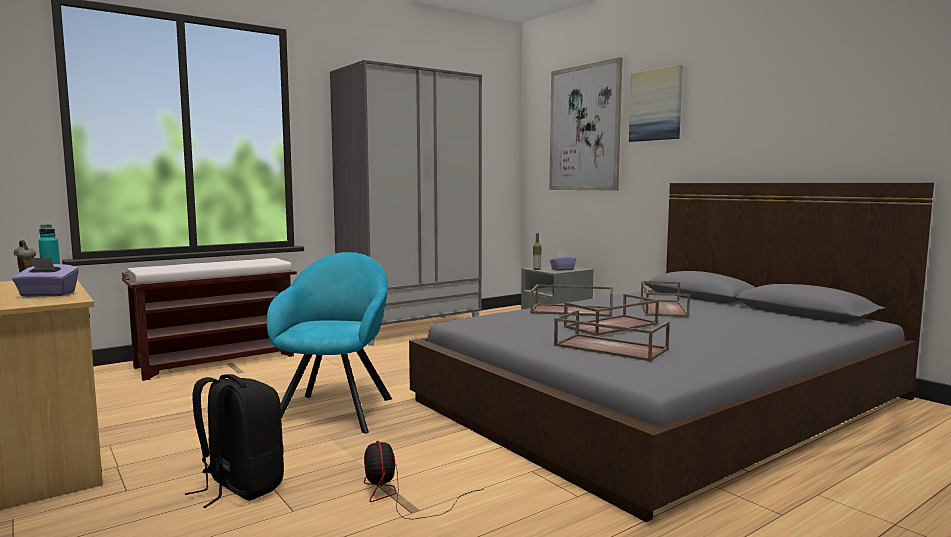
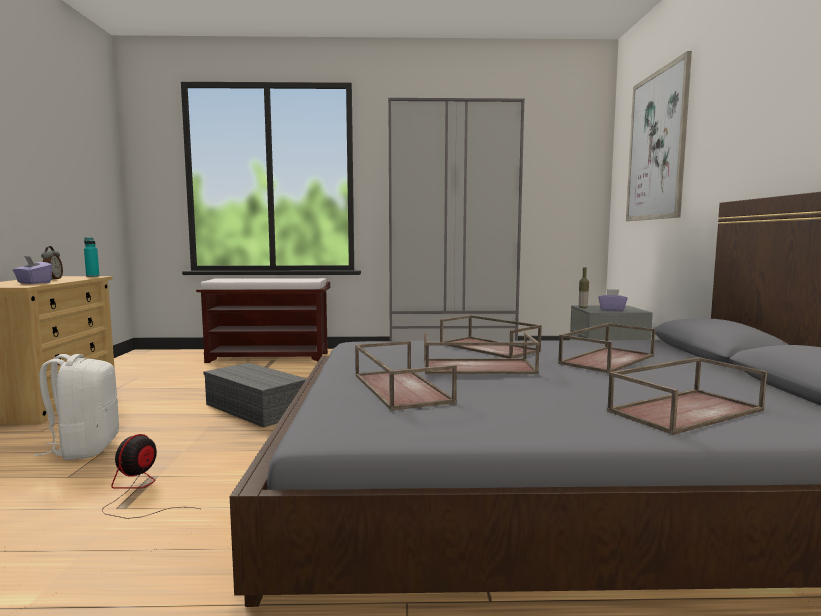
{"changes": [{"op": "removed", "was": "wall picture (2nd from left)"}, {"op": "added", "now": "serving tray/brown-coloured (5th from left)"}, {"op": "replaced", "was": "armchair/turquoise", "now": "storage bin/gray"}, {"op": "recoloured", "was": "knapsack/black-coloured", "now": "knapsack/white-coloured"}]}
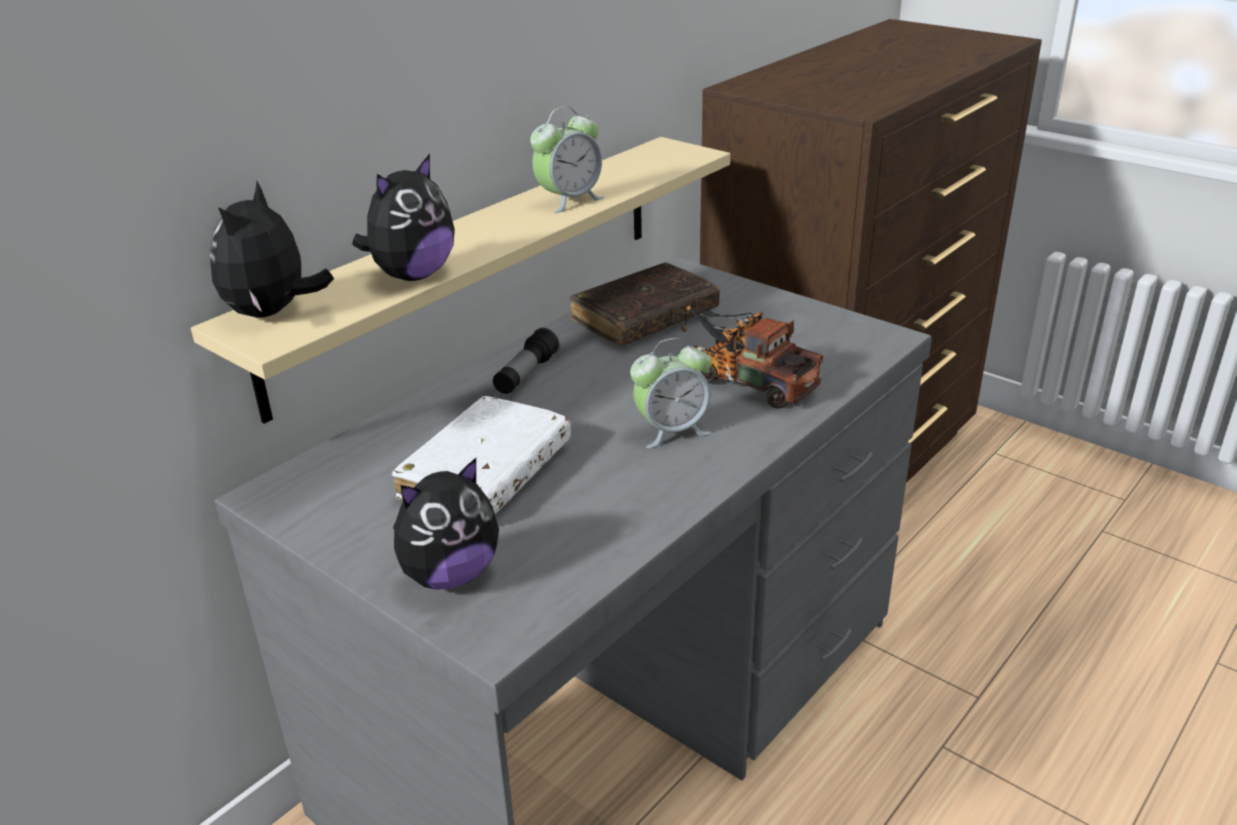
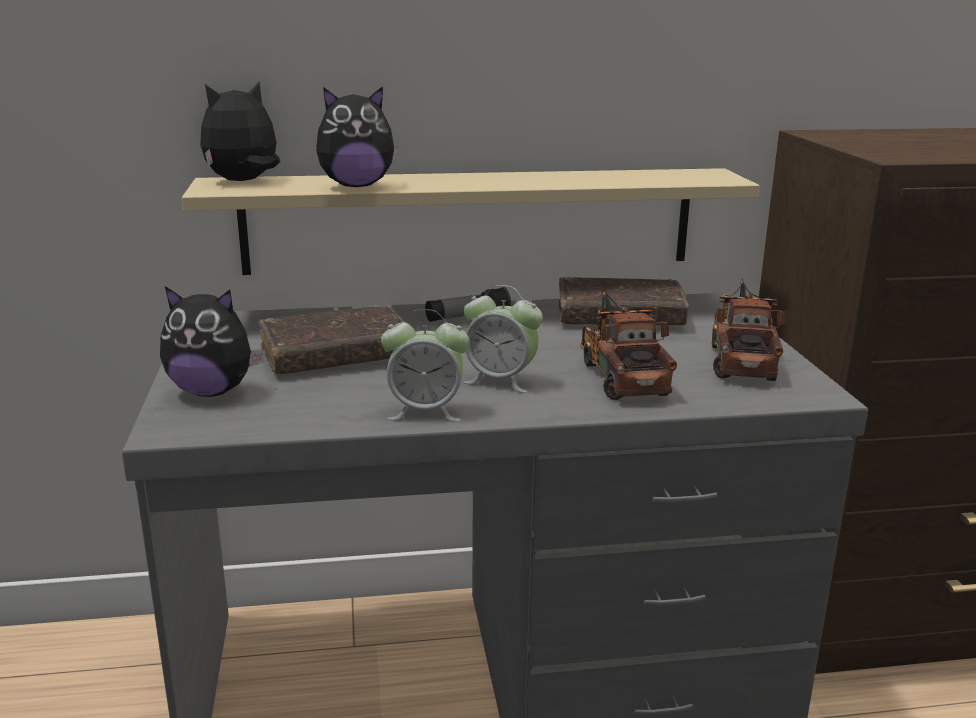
{"changes": [{"op": "added", "now": "model truck (2nd from left)"}, {"op": "moved", "was": "bedside clock (1st from left)"}, {"op": "recoloured", "was": "book/white-coloured", "now": "book/brown-coloured (1st from left)"}]}
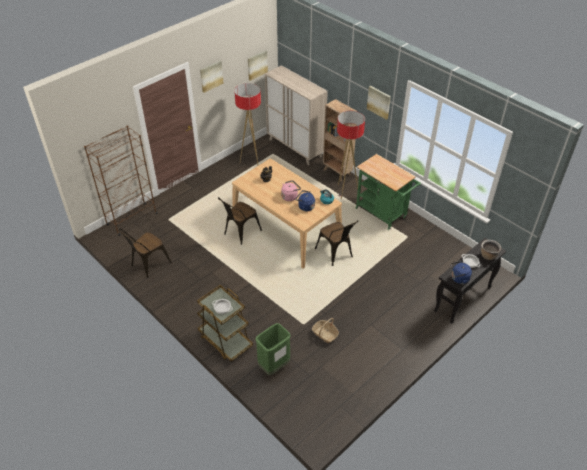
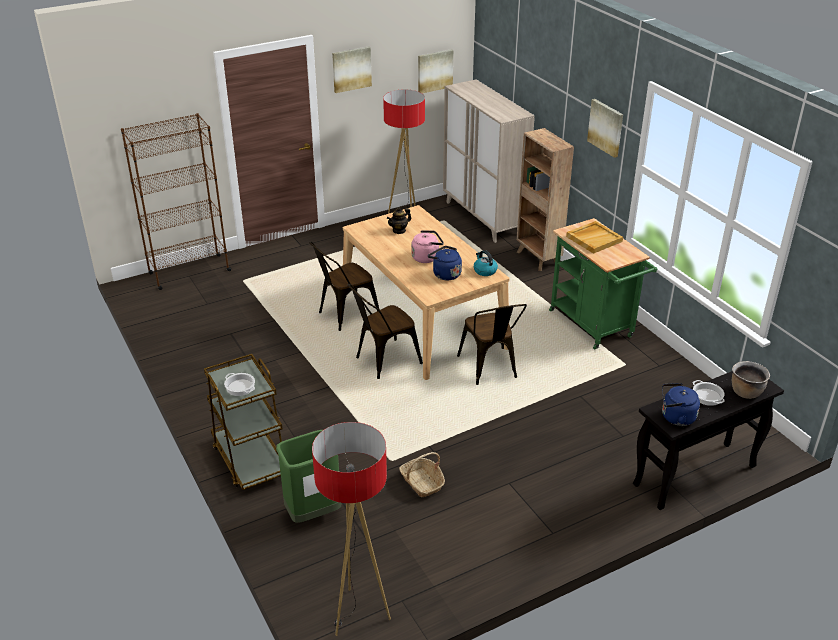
{"changes": [{"op": "added", "now": "serving tray/sand-coloured"}, {"op": "moved", "was": "chair/brown-coloured (1st from left in the first image)", "now": "chair/brown-coloured (2nd from left)"}, {"op": "moved", "was": "floor lamp (2nd from left in the first image)", "now": "floor lamp (1st from left)"}]}
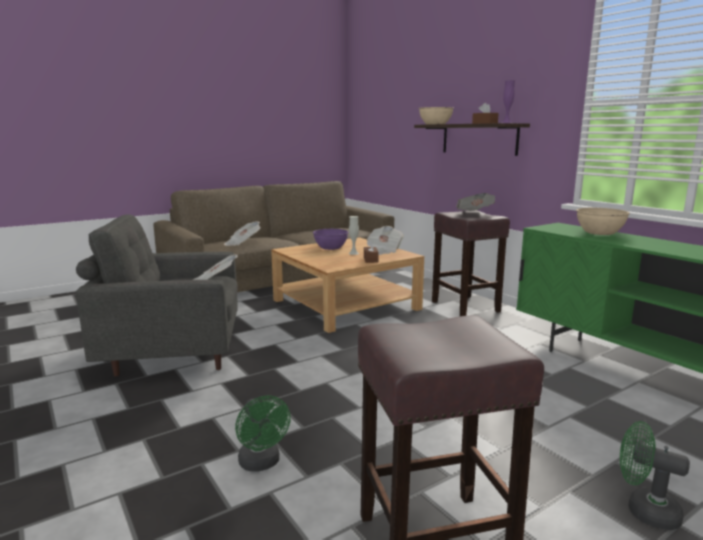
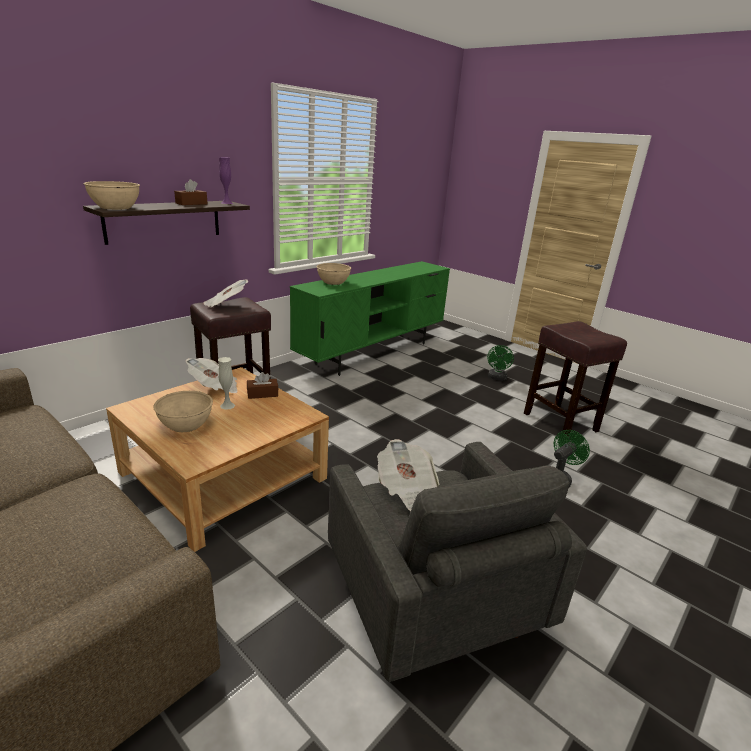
{"changes": [{"op": "removed", "was": "daily paper (2nd from left)"}, {"op": "recoloured", "was": "serving bowl/purplish", "now": "serving bowl/sand-coloured (2nd from left)"}]}
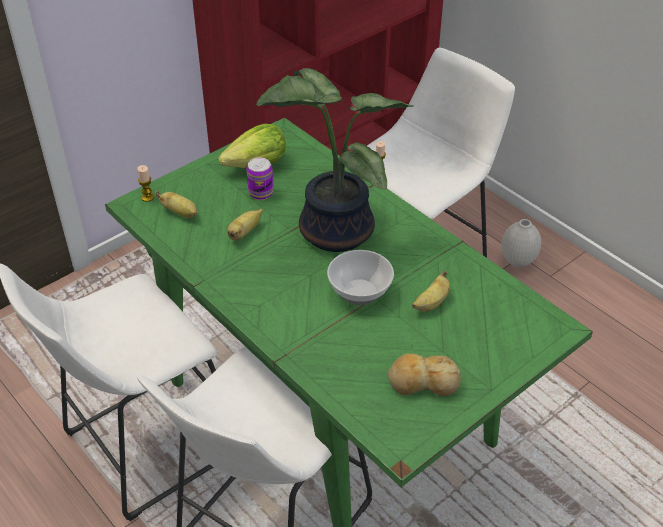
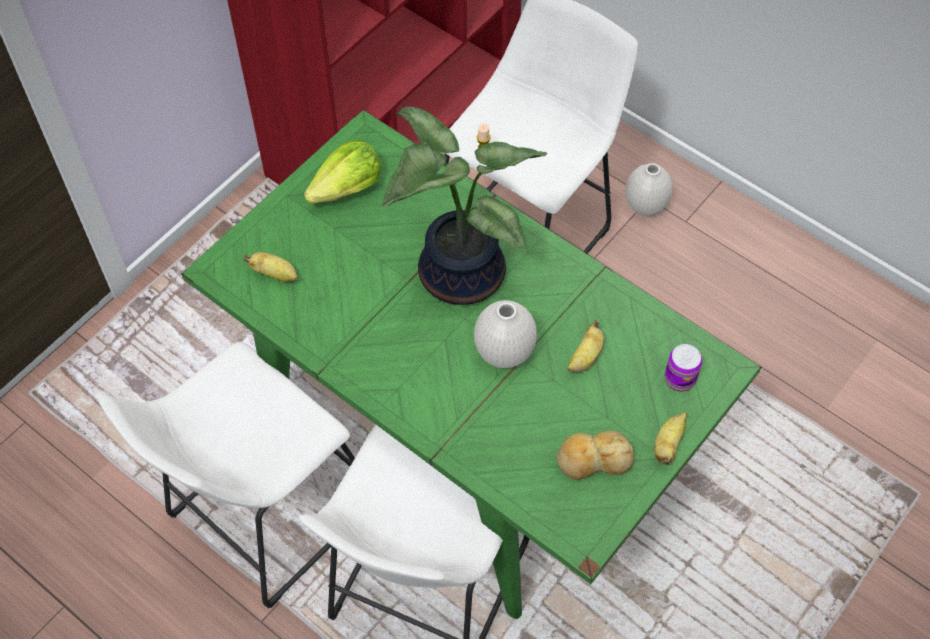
{"changes": [{"op": "removed", "was": "wax candle (1st from left)"}, {"op": "moved", "was": "banana (2nd from left in the first image)", "now": "banana (3rd from left)"}, {"op": "moved", "was": "can"}, {"op": "replaced", "was": "serving bowl", "now": "flower vase/white-coloured (1st from left)"}]}
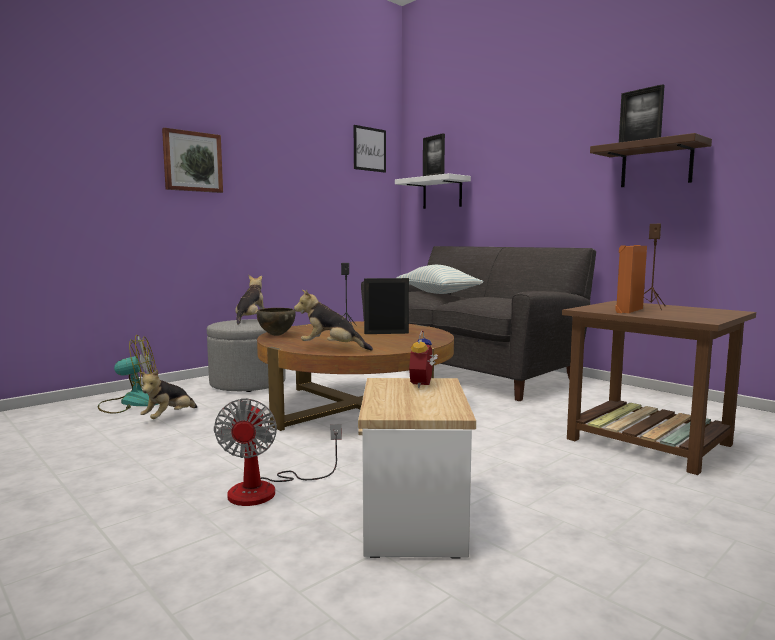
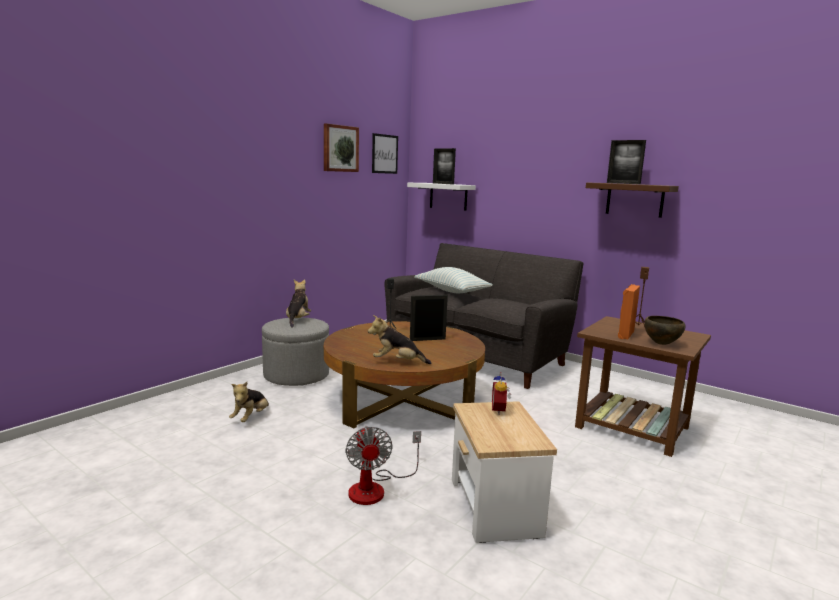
{"changes": [{"op": "removed", "was": "electric fan (1st from left)"}, {"op": "moved", "was": "wall picture (1st from left)"}, {"op": "moved", "was": "serving bowl/brown-coloured"}]}
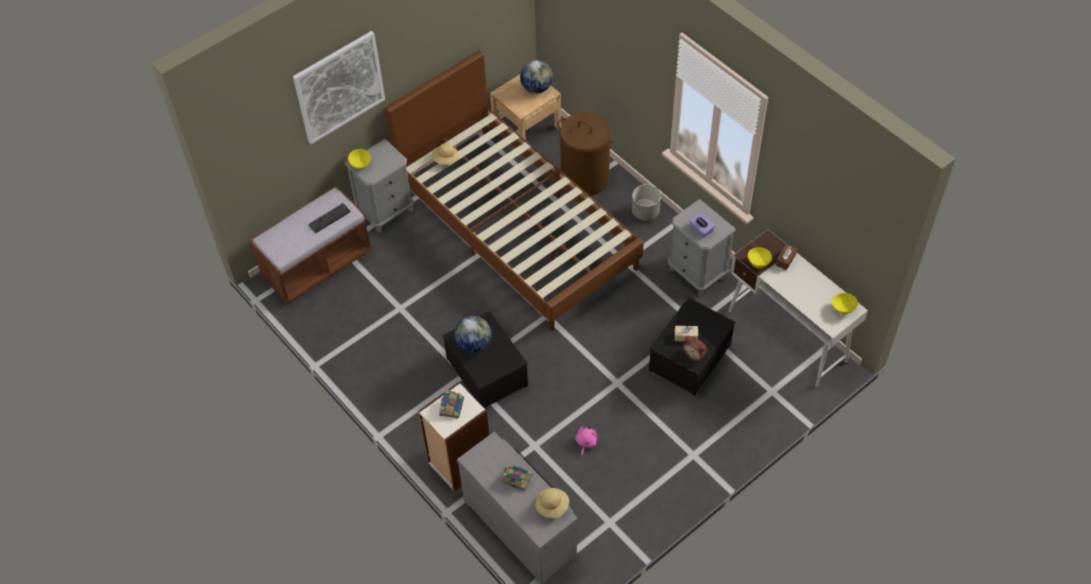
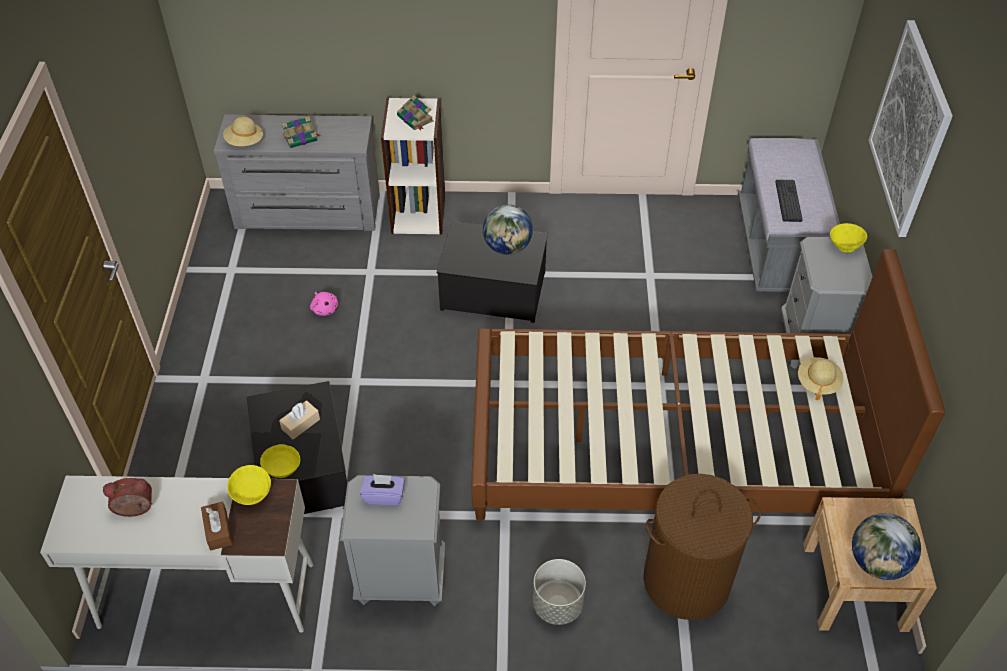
{"changes": [{"op": "moved", "was": "bedside clock"}, {"op": "moved", "was": "serving bowl/yellow-coloured (3rd from left in the first image)", "now": "serving bowl/yellow-coloured (2nd from left)"}, {"op": "recoloured", "was": "indoor bench/brown-coloured", "now": "indoor bench/gray"}]}
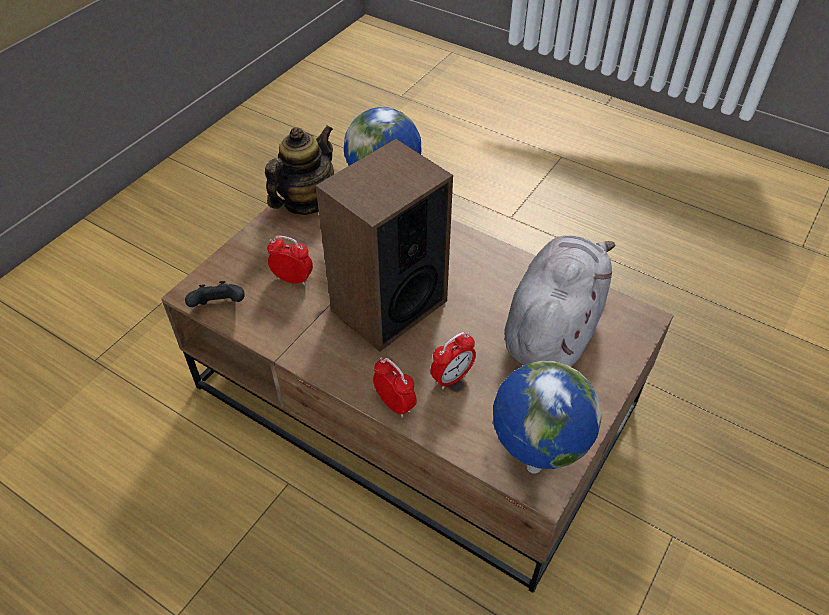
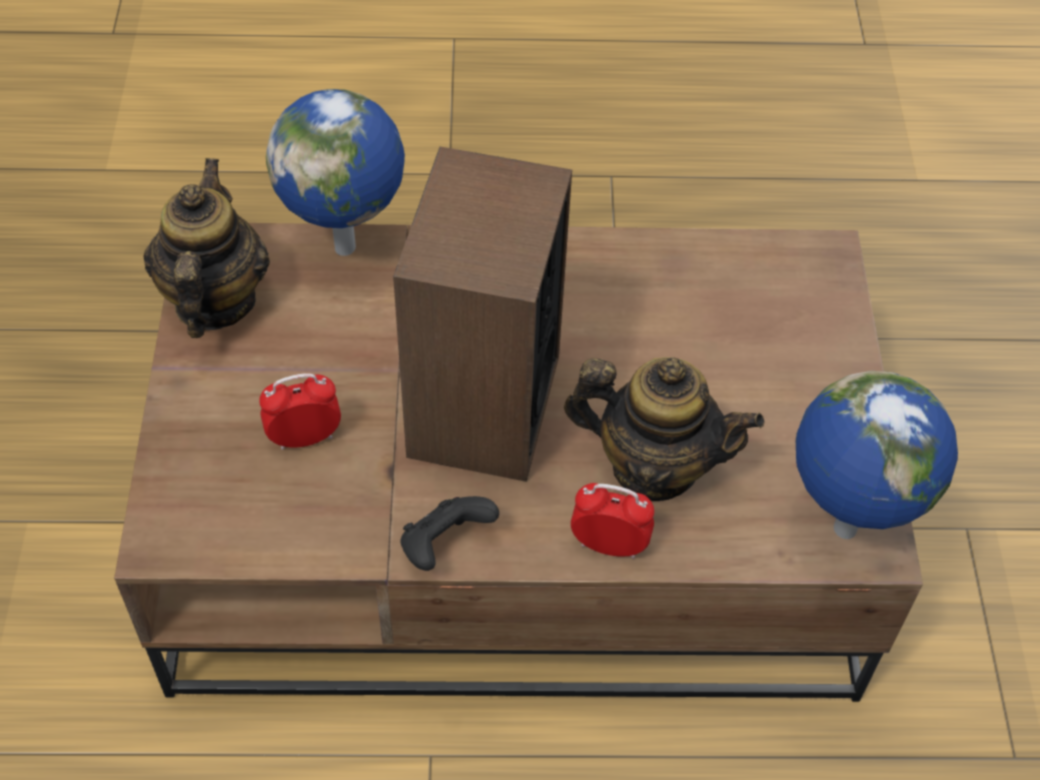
{"changes": [{"op": "removed", "was": "plush toy/gray"}, {"op": "moved", "was": "joypad/black-coloured"}, {"op": "replaced", "was": "bedside clock (3rd from left)", "now": "teapot (2nd from left)"}]}
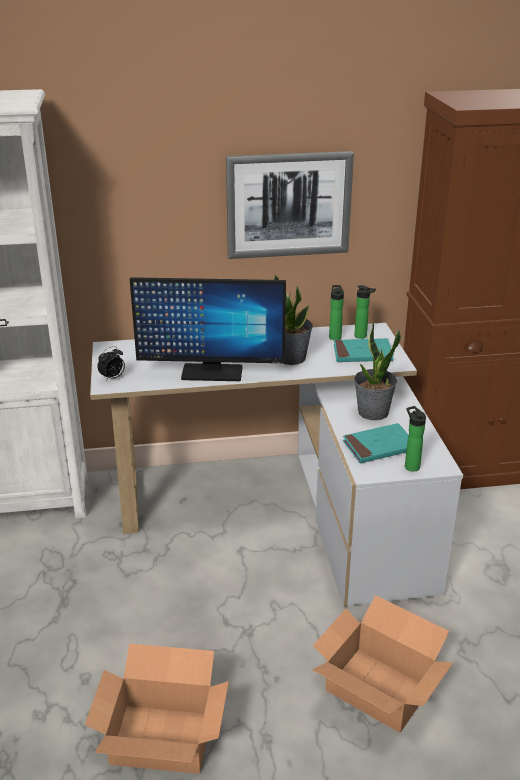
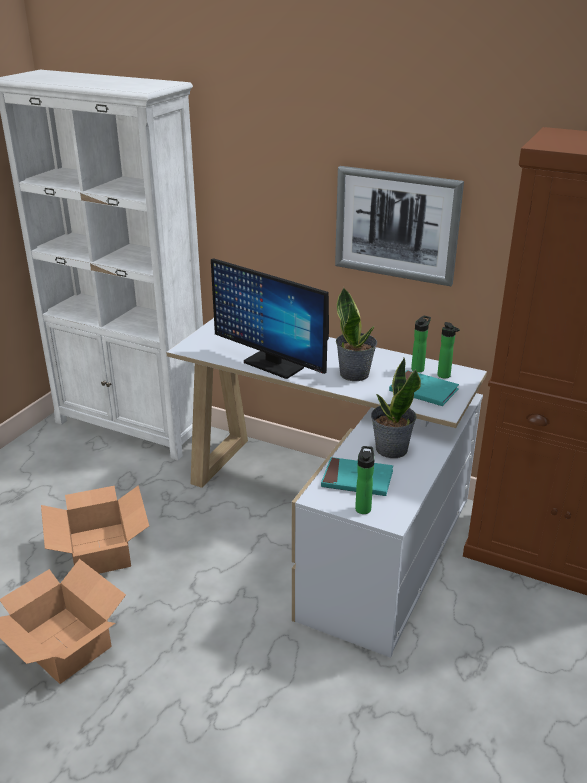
{"changes": [{"op": "removed", "was": "bedside clock"}, {"op": "moved", "was": "carton (2nd from left)"}]}
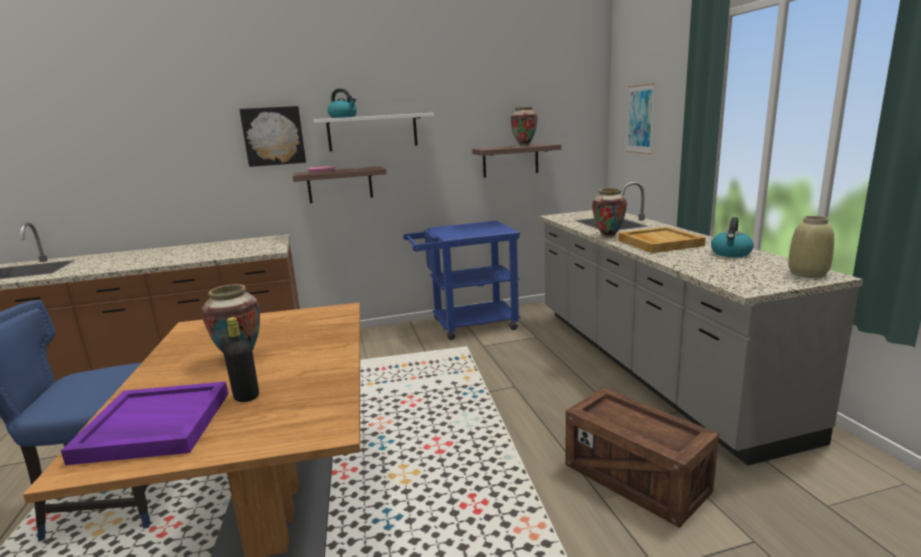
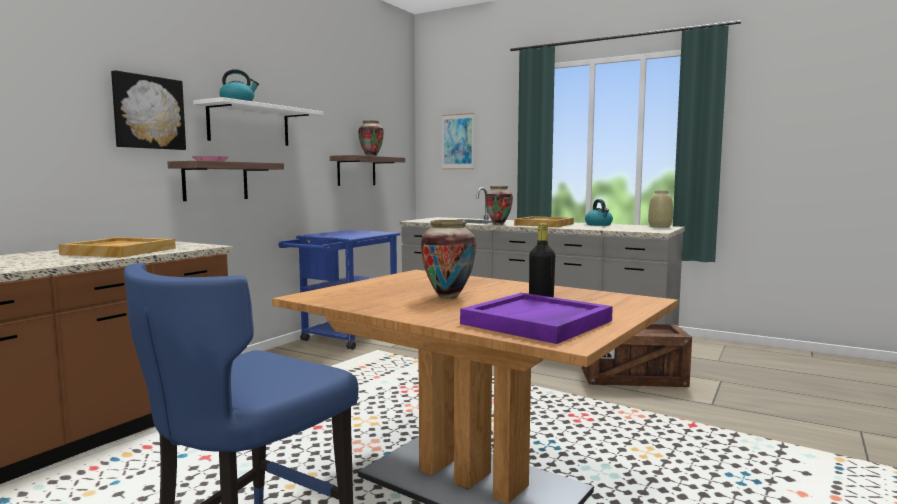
{"changes": [{"op": "added", "now": "serving tray/sand-coloured (1st from left)"}]}
